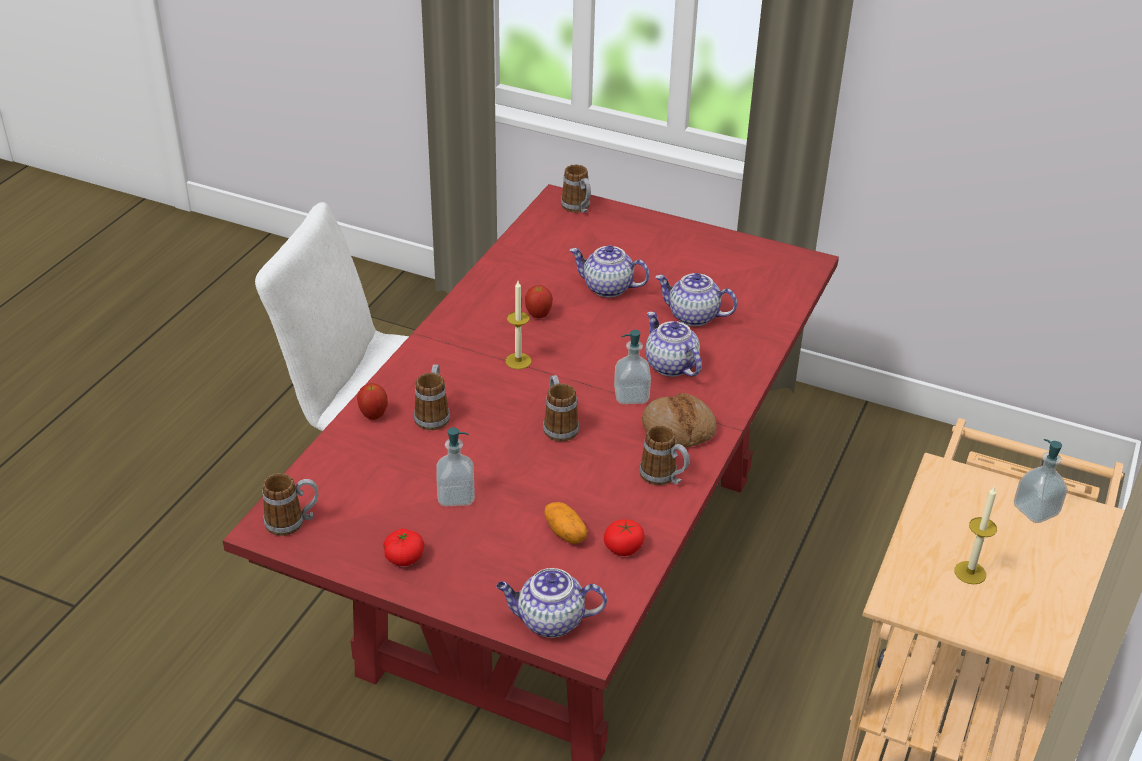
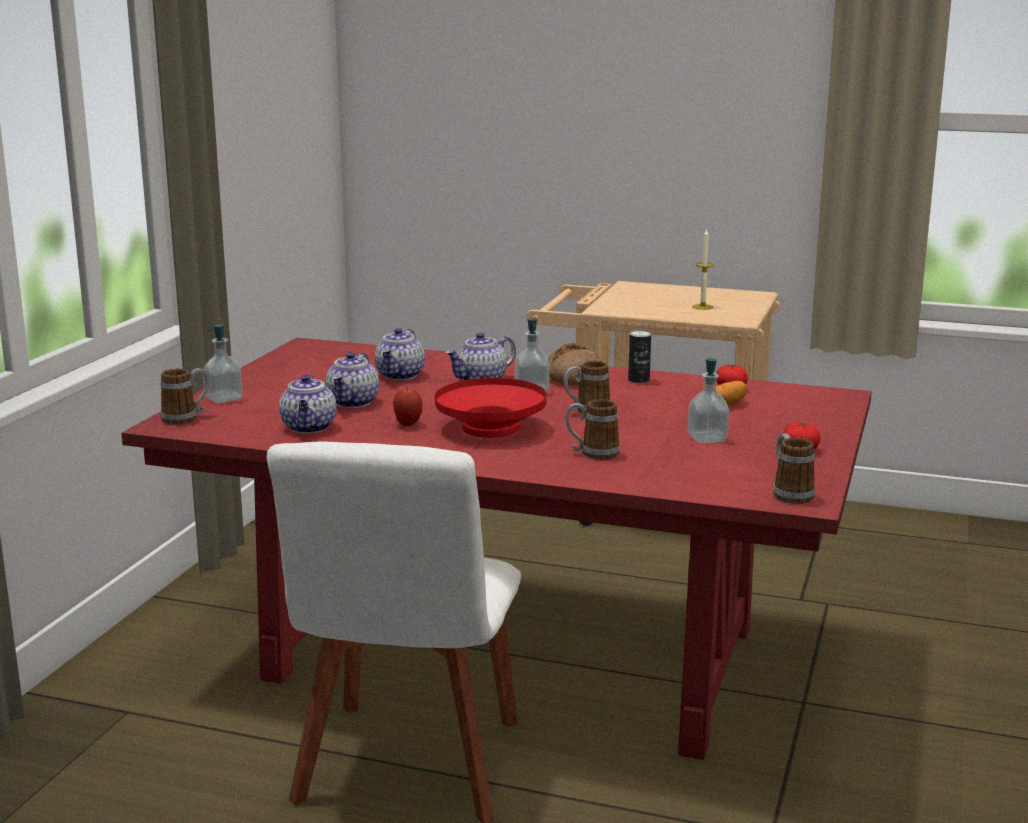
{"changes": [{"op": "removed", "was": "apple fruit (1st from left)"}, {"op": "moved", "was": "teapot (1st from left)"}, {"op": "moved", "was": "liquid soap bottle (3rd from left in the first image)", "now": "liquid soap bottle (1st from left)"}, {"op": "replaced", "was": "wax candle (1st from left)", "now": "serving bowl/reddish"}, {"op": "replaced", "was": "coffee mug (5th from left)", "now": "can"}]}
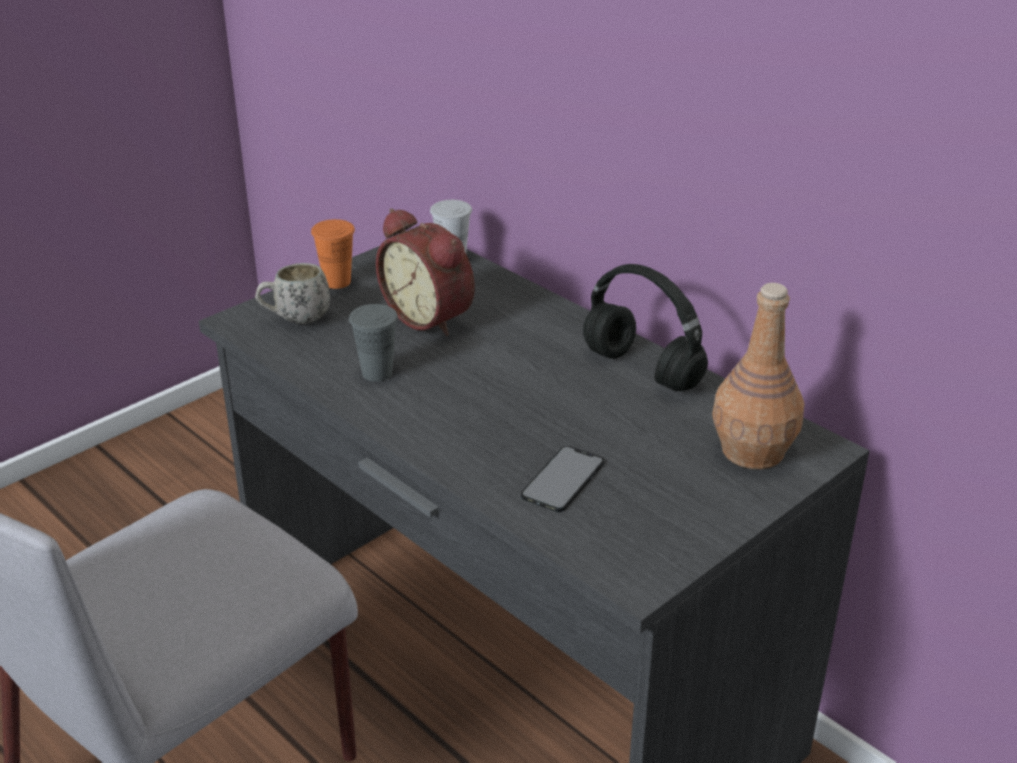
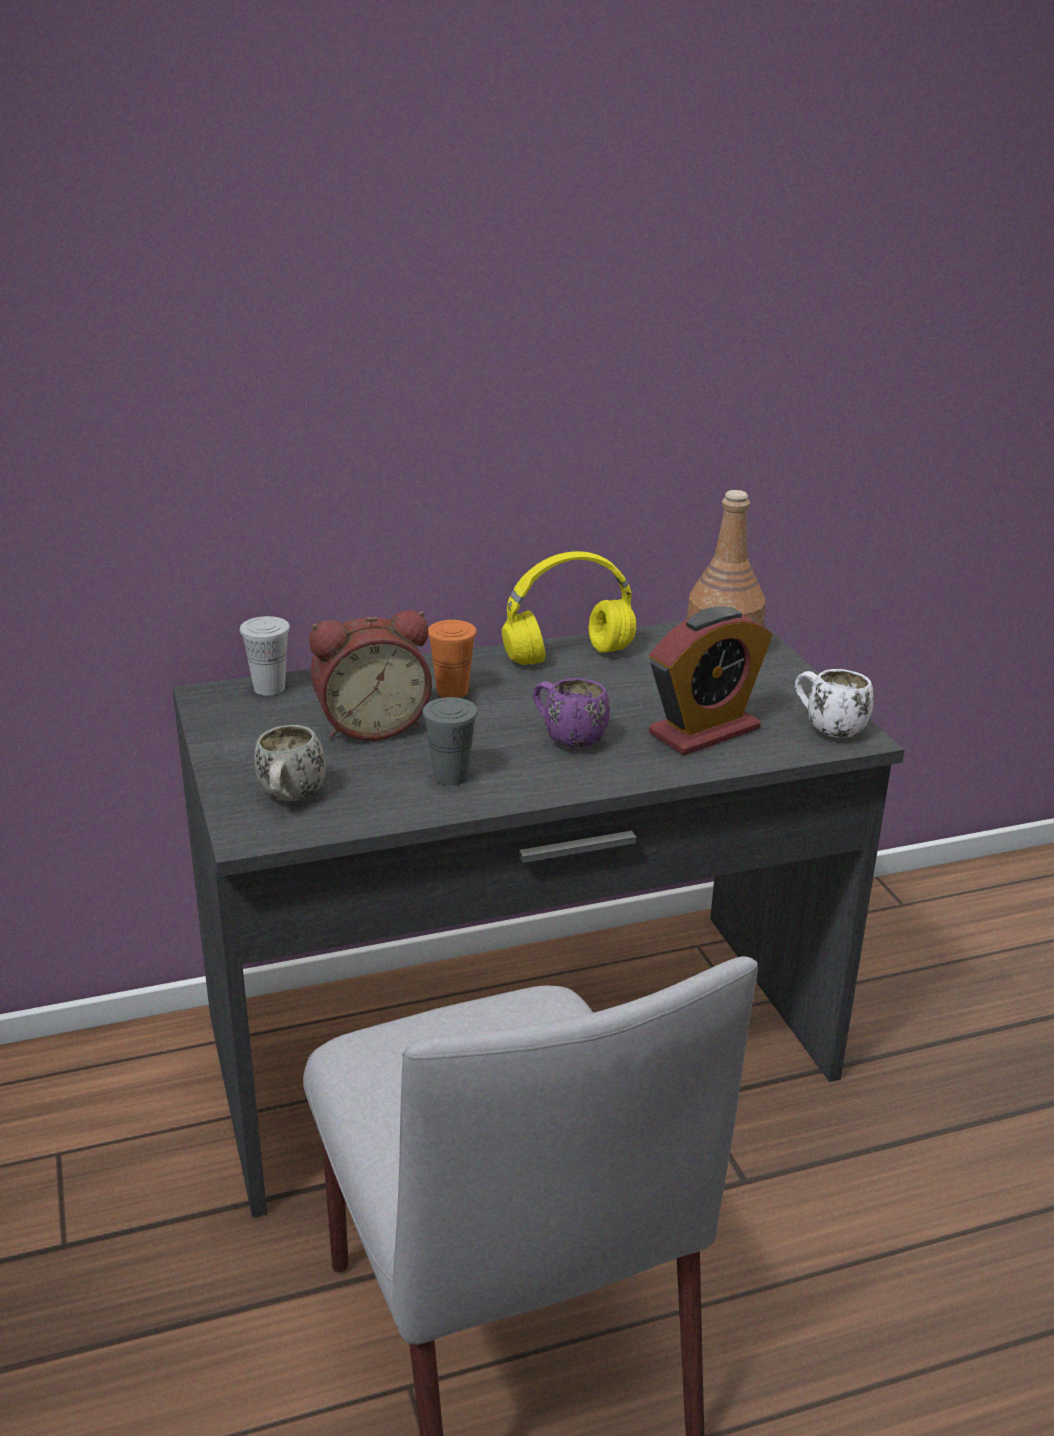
{"changes": [{"op": "added", "now": "coffee mug/purplish"}, {"op": "added", "now": "coffee mug/white-coloured (2nd from left)"}, {"op": "moved", "was": "drinking cup/orange"}, {"op": "replaced", "was": "phone", "now": "bedside clock (2nd from left)"}, {"op": "recoloured", "was": "headphones/black-coloured", "now": "headphones/yellow-coloured"}]}
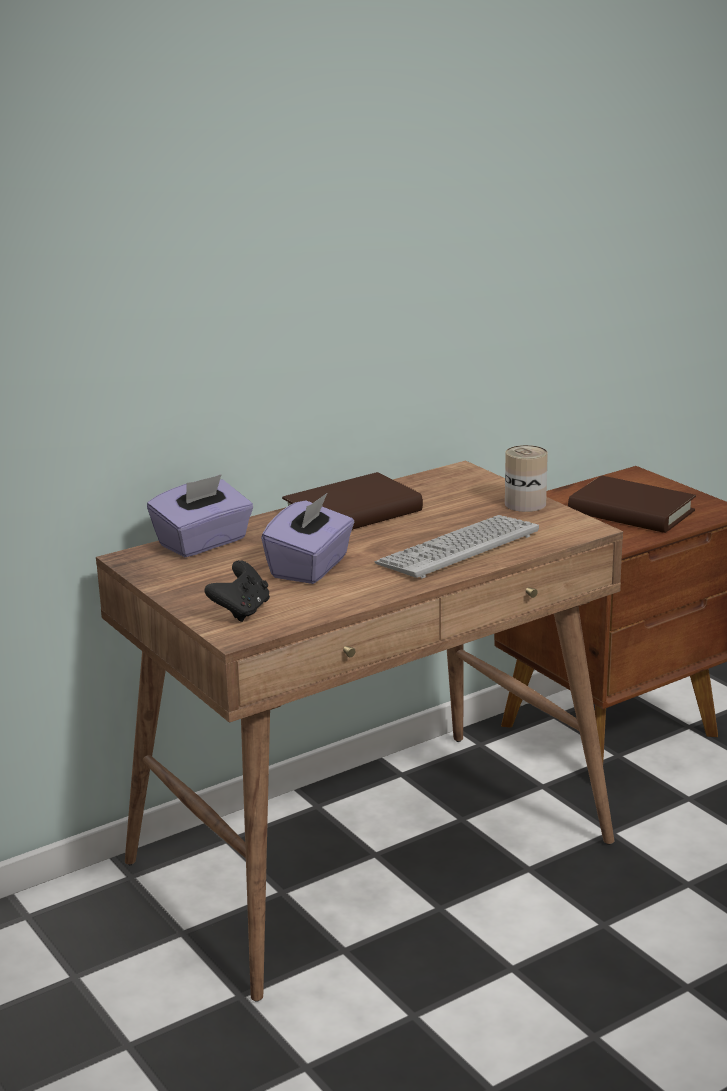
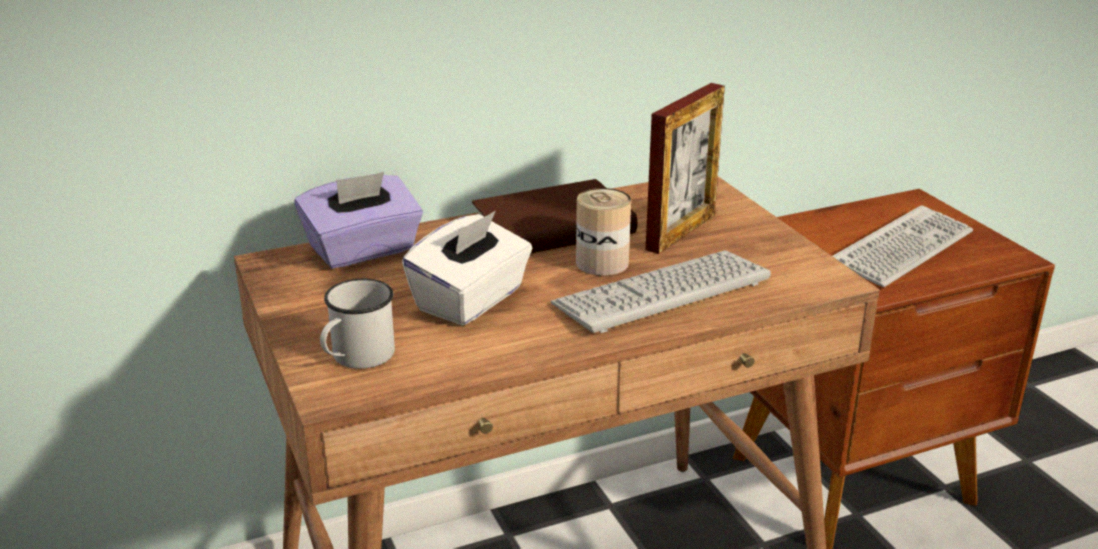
{"changes": [{"op": "added", "now": "photo frame"}, {"op": "moved", "was": "can"}, {"op": "replaced", "was": "joypad/black-coloured", "now": "coffee mug/white-coloured"}, {"op": "replaced", "was": "book/brown-coloured (2nd from left)", "now": "keyboard (2nd from left)"}, {"op": "recoloured", "was": "box of tissues/purplish (2nd from left)", "now": "box of tissues/white-coloured"}]}
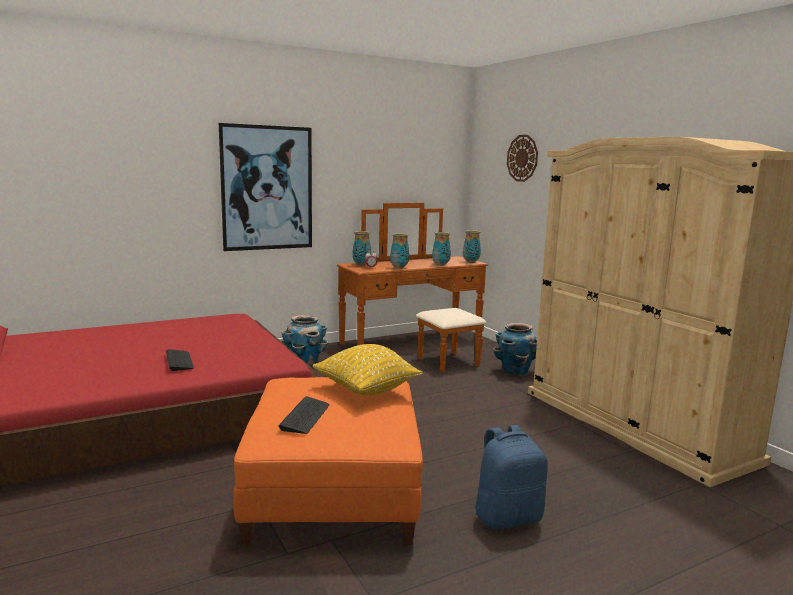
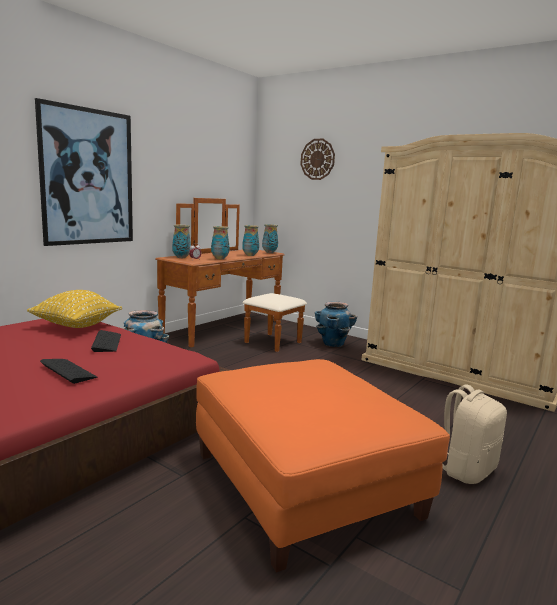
{"changes": [{"op": "moved", "was": "keyboard (2nd from left)"}, {"op": "moved", "was": "cushion/yellow-coloured"}, {"op": "recoloured", "was": "knapsack/bluish", "now": "knapsack/sand-coloured"}]}
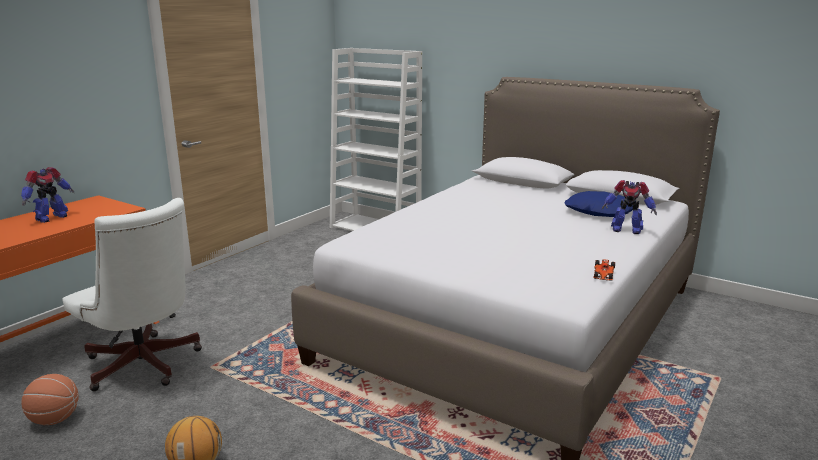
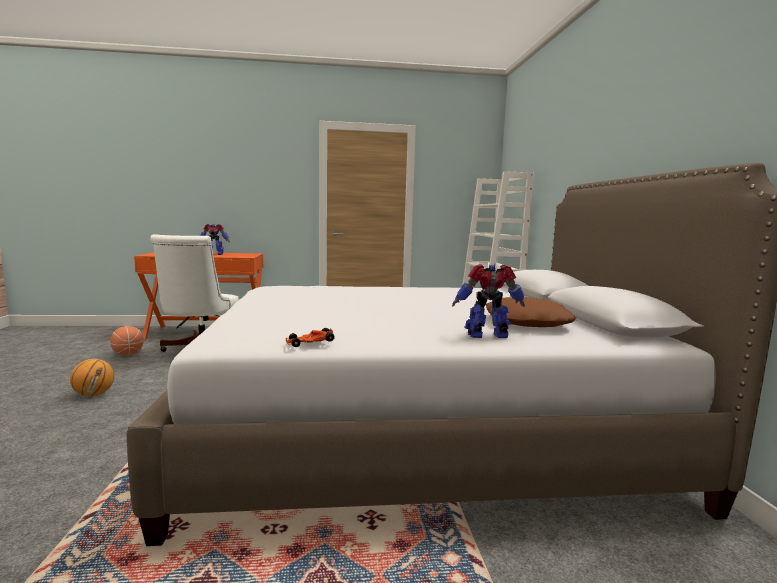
{"changes": [{"op": "recoloured", "was": "cushion/bluish", "now": "cushion/brown-coloured"}, {"op": "turned", "was": "toy robot (2nd from left)", "clockwise": 105}]}
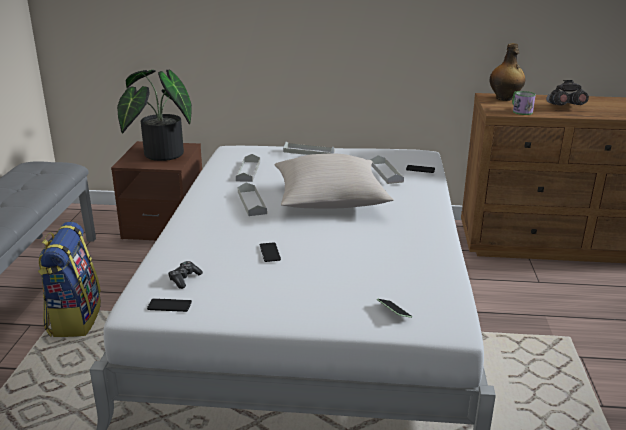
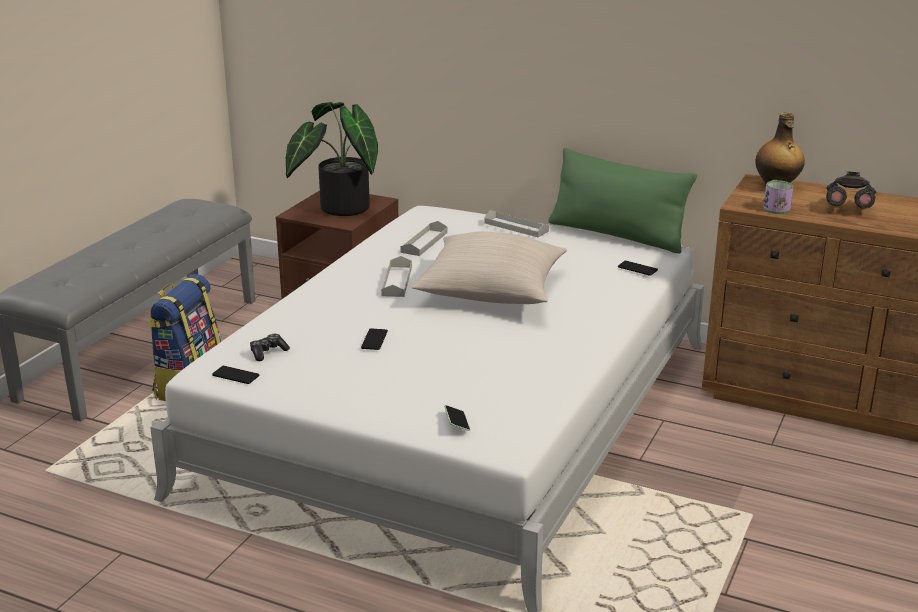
{"changes": [{"op": "removed", "was": "serving tray/gray (4th from left)"}, {"op": "added", "now": "cushion/green-coloured"}]}
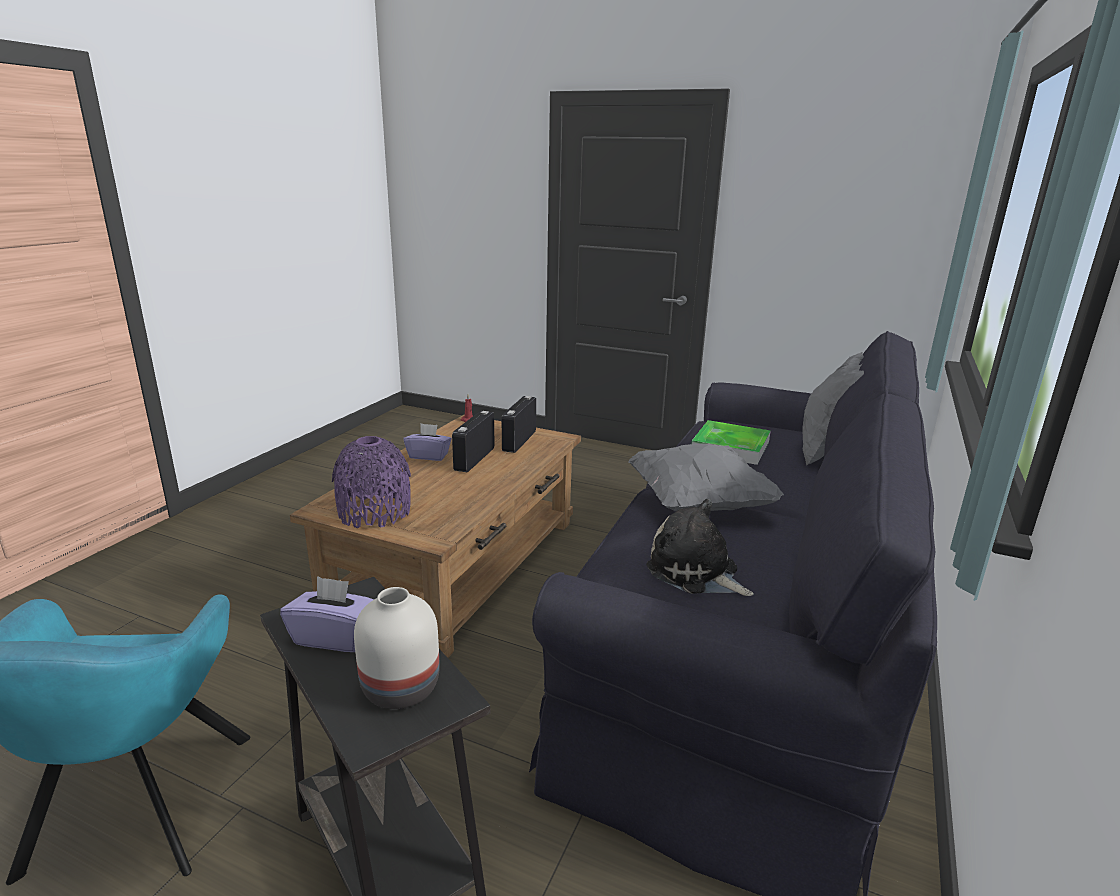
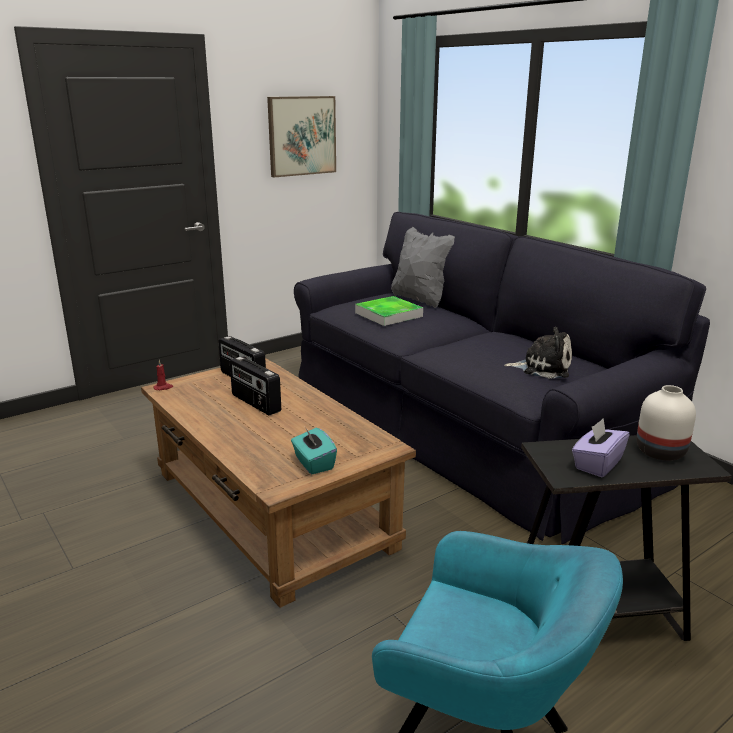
{"changes": [{"op": "removed", "was": "box of tissues/purplish (2nd from left)"}, {"op": "removed", "was": "cushion/gray (1st from left)"}, {"op": "added", "now": "wall picture"}, {"op": "replaced", "was": "flower vase/purplish", "now": "box of tissues/turquoise"}, {"op": "turned", "was": "plush toy", "clockwise": -150}]}
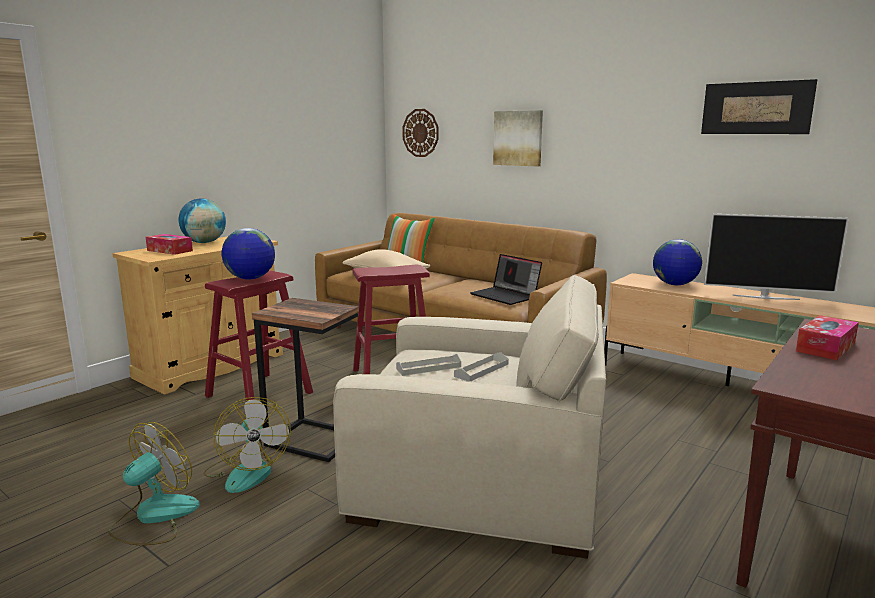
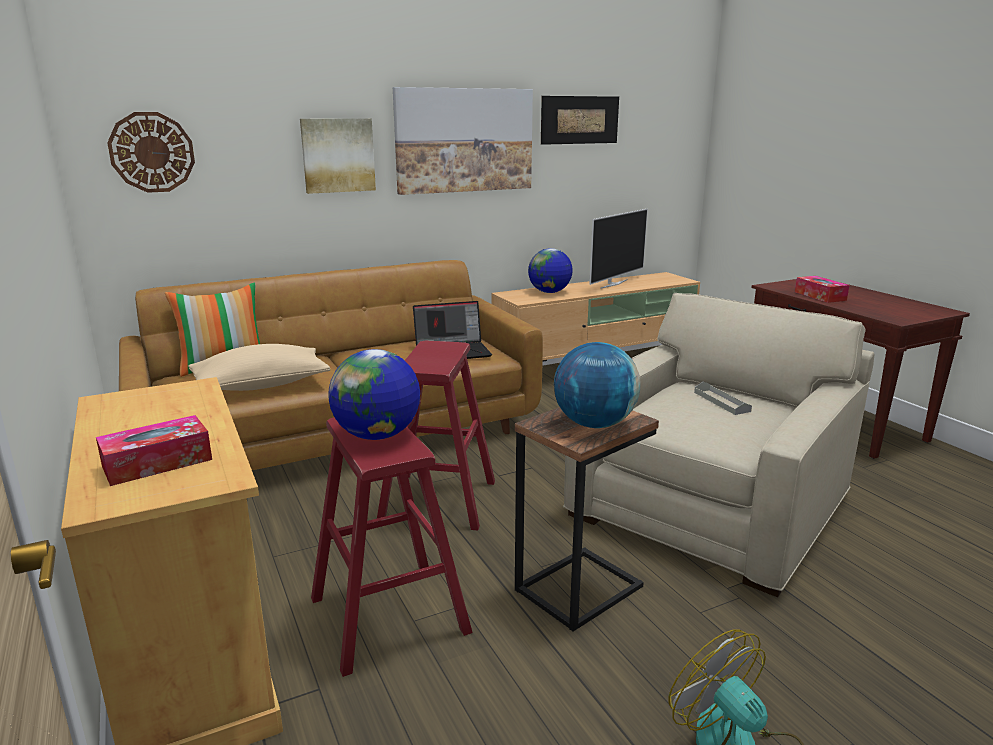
{"changes": [{"op": "removed", "was": "electric fan (2nd from left)"}, {"op": "removed", "was": "serving tray/gray (1st from left)"}, {"op": "added", "now": "wall picture (2nd from left)"}, {"op": "moved", "was": "globe (1st from left in the first image)", "now": "globe (3rd from left)"}]}
